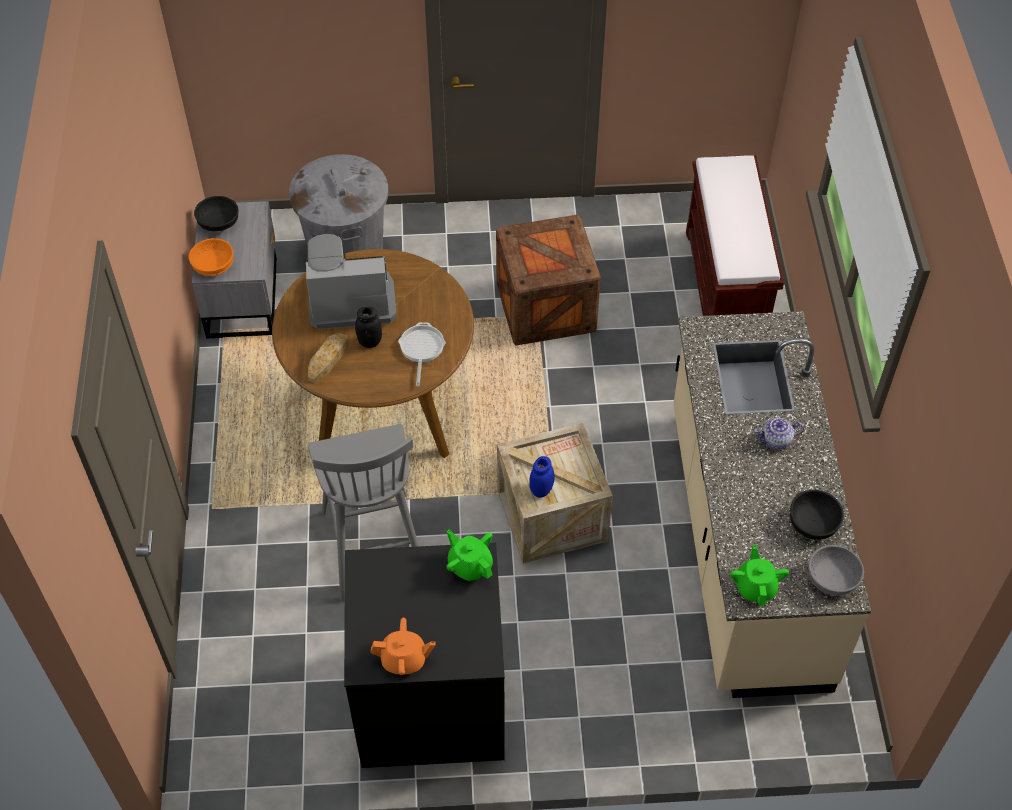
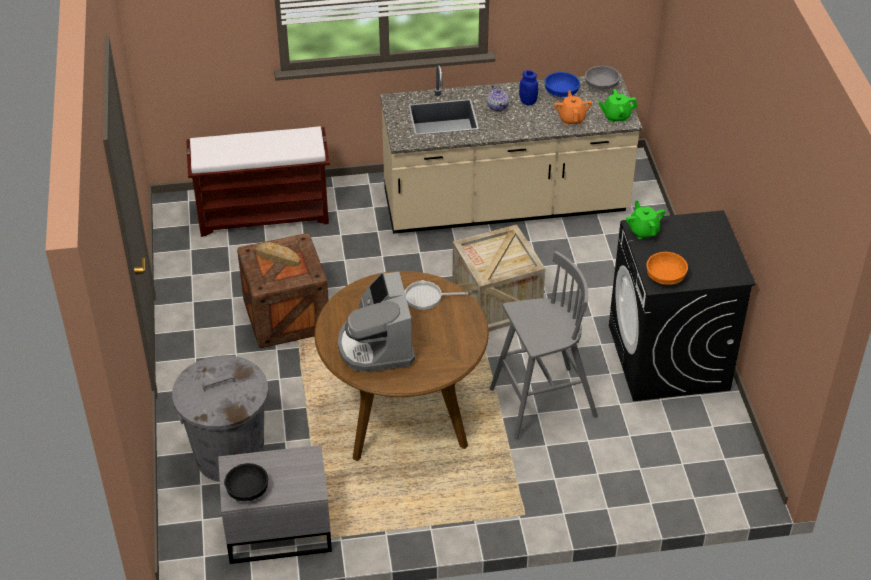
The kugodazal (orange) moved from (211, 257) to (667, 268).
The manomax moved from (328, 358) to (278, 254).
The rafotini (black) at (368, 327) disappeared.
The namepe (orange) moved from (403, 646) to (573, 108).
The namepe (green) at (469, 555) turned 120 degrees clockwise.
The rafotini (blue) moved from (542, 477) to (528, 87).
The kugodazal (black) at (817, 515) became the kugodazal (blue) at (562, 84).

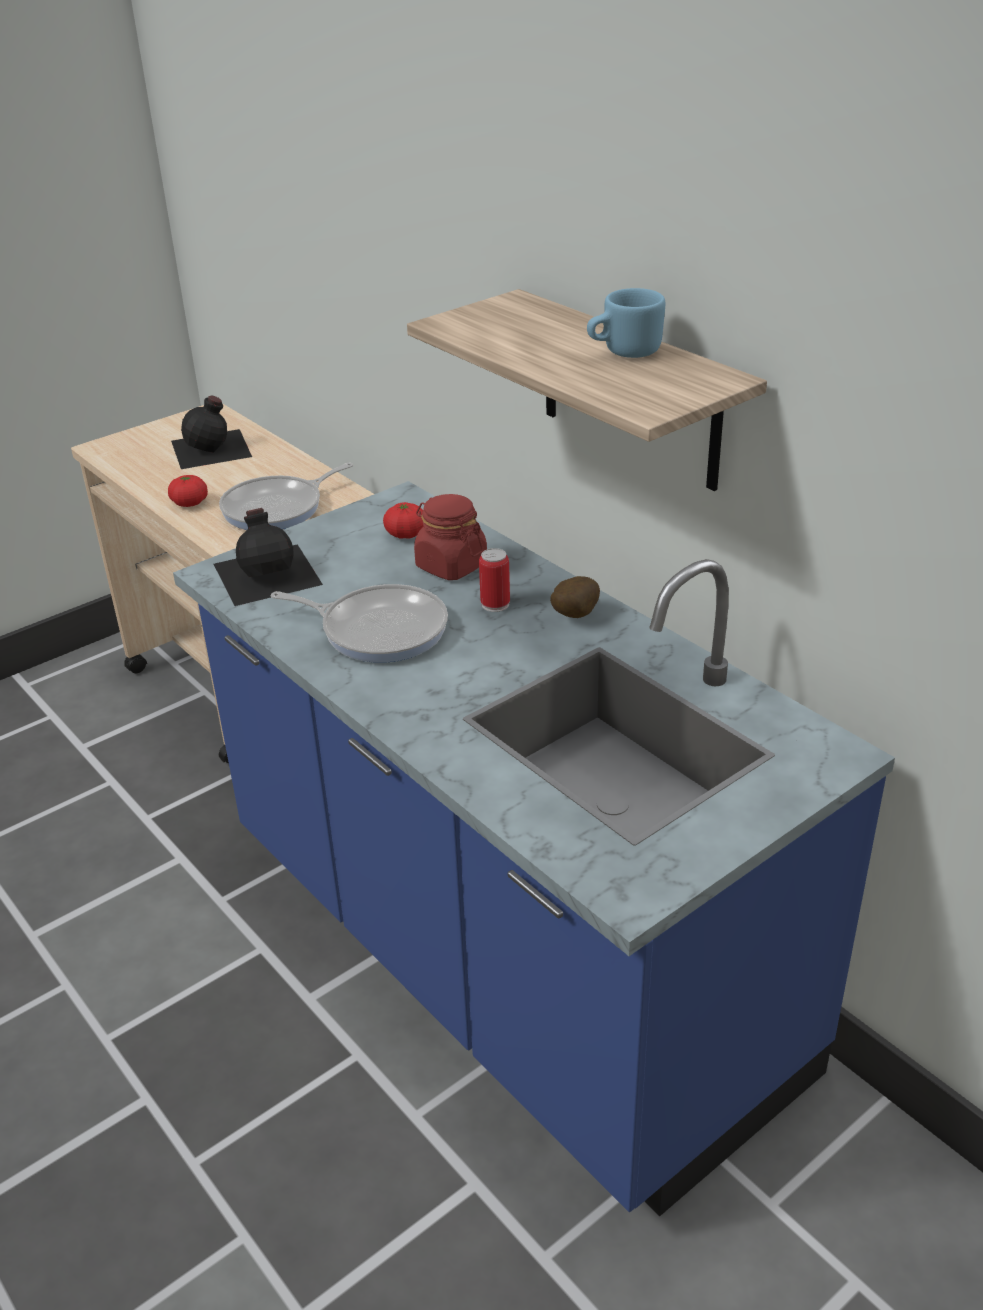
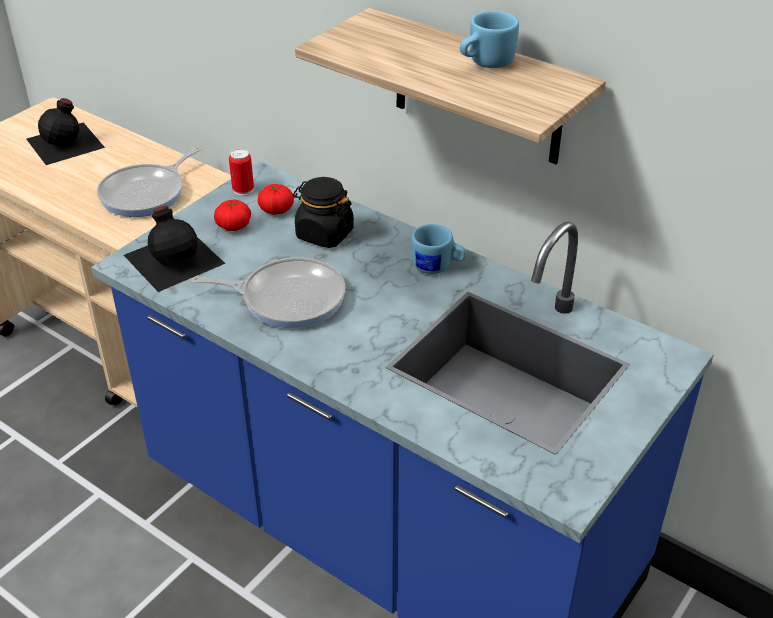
The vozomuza moved from (188, 491) to (232, 215).
The rafotini (red) at (450, 537) became the rafotini (black) at (323, 212).
The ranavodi moved from (494, 580) to (241, 172).
The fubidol at (575, 597) was replaced by the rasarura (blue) at (439, 249).

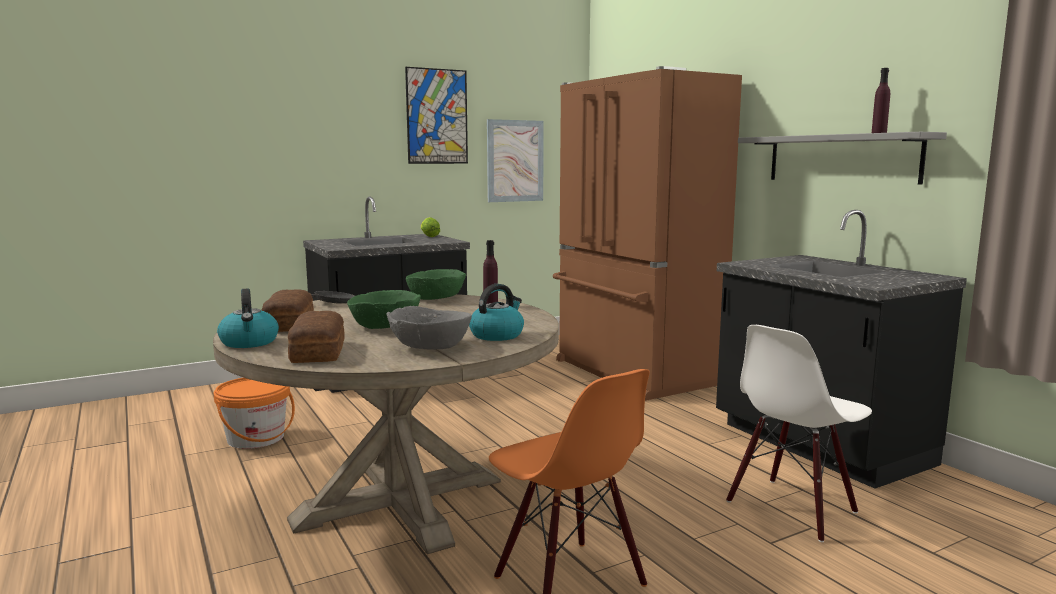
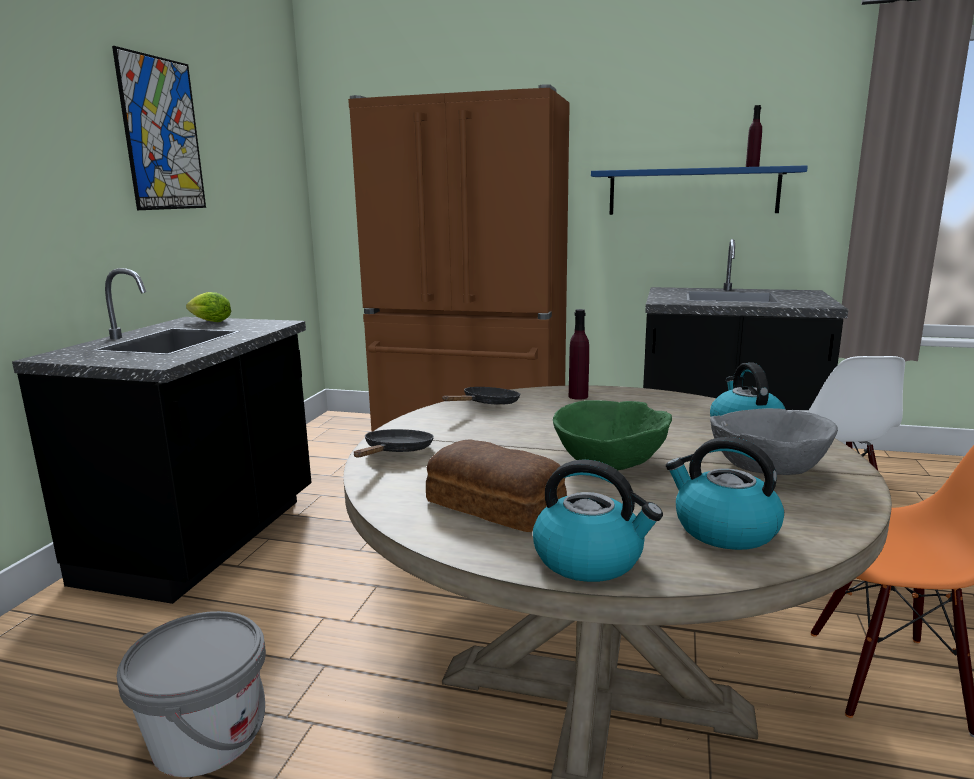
The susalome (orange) at (254, 413) became the susalome (grey) at (191, 694).
The manomax at (316, 337) was replaced by the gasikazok at (725, 493).
The kugodazal (green) at (436, 284) was replaced by the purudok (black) at (481, 396).
The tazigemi at (515, 160) disappeared.
The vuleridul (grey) at (842, 158) became the vuleridul (blue) at (699, 190).

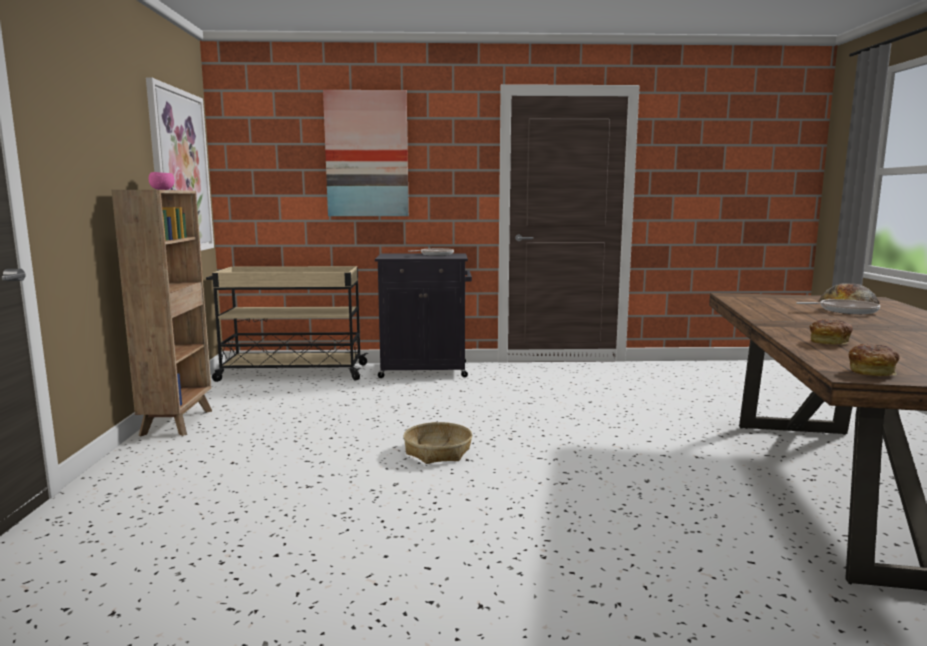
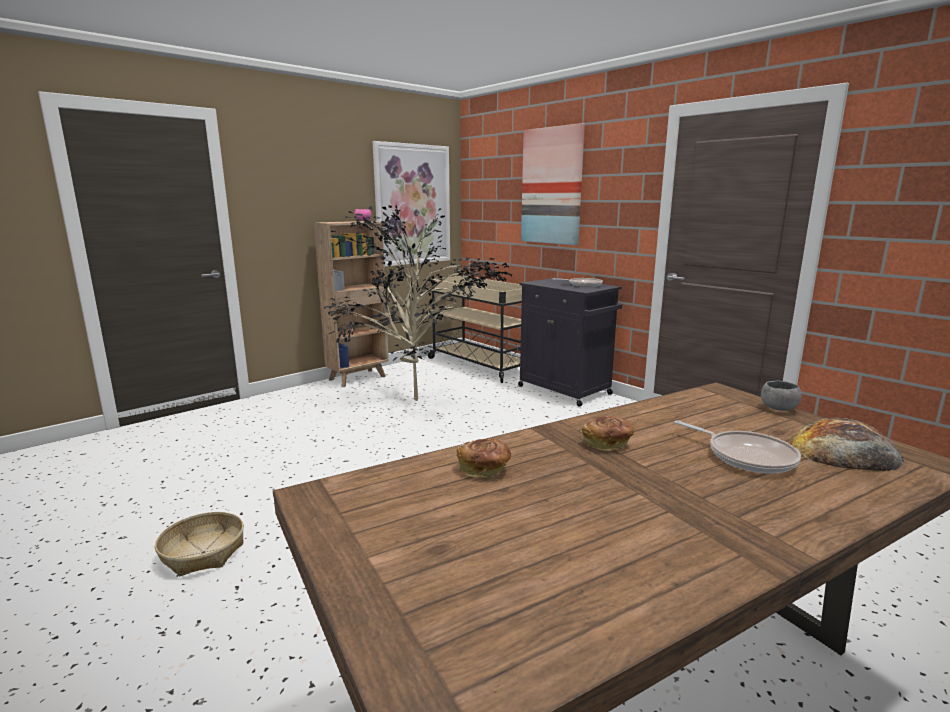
The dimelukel moved from (437, 443) to (199, 544).
The manomax moved from (874, 360) to (608, 433).
The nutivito at (418, 303) appeared.
The kugodazal (grey) at (781, 396) appeared.

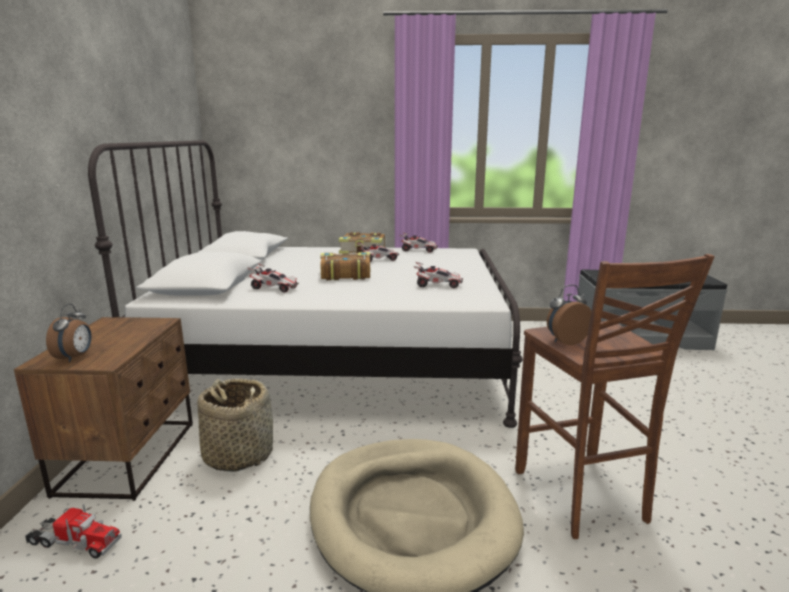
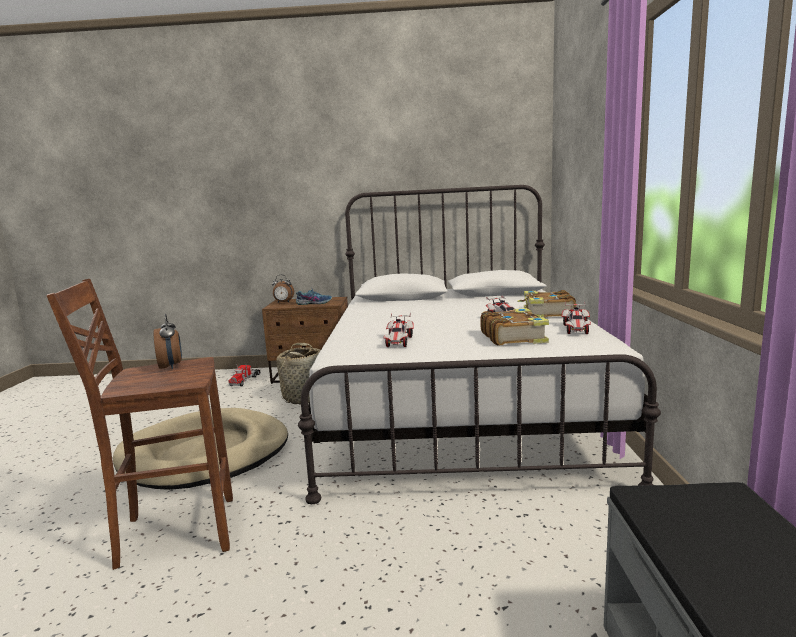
The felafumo at (273, 278) disappeared.
The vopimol moved from (345, 266) to (514, 326).
The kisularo at (314, 296) appeared.

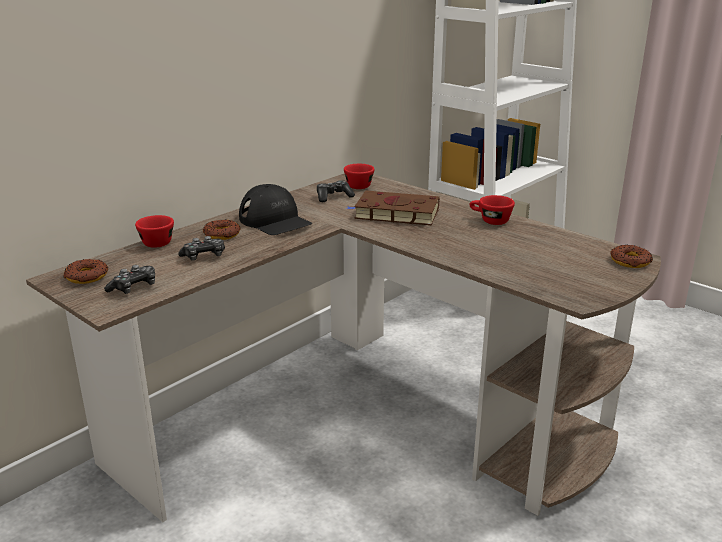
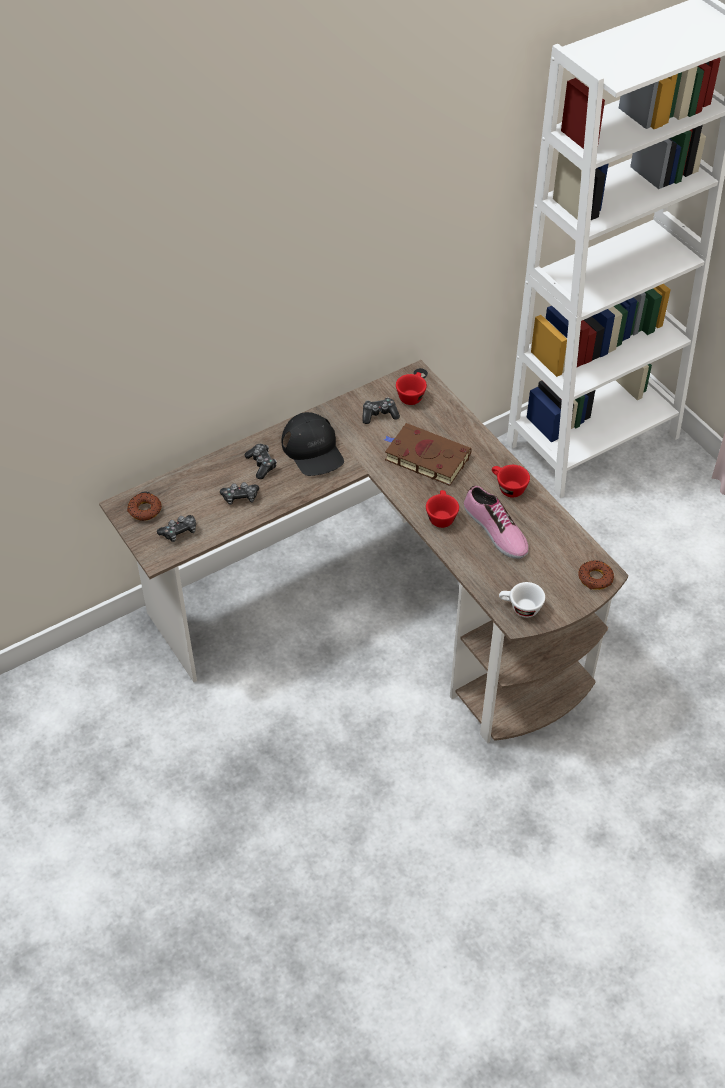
The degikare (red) moved from (154, 231) to (442, 509).
The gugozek at (222, 229) was replaced by the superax at (260, 461).
The kisularo at (496, 522) appeared.
The degikare (white) at (522, 600) appeared.

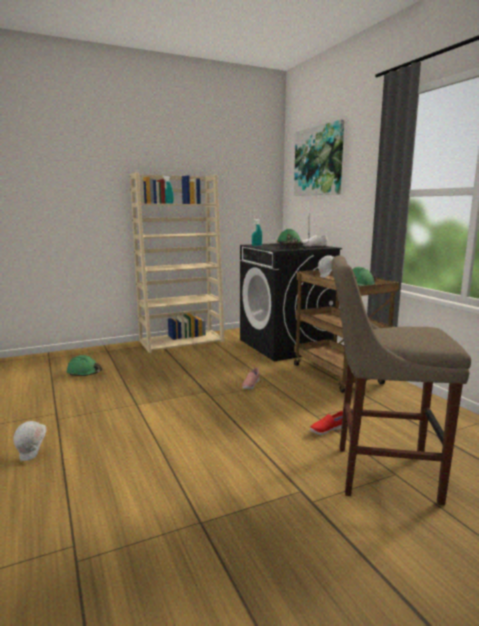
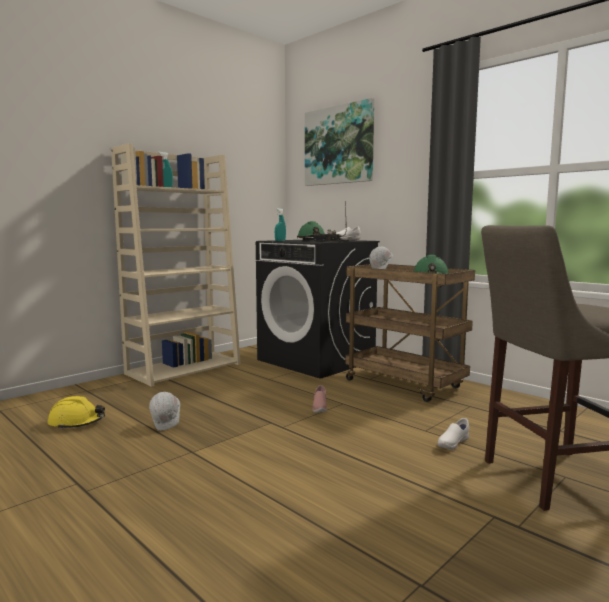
The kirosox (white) moved from (30, 441) to (164, 411).
The kirosox (green) at (84, 366) became the kirosox (yellow) at (76, 413).
The kisularo (red) at (326, 423) became the kisularo (white) at (453, 434).

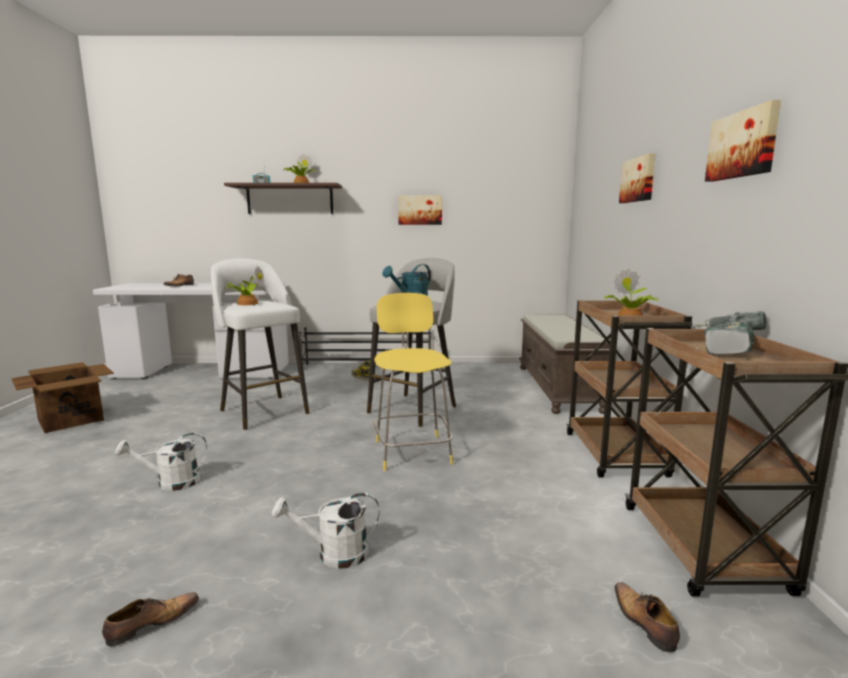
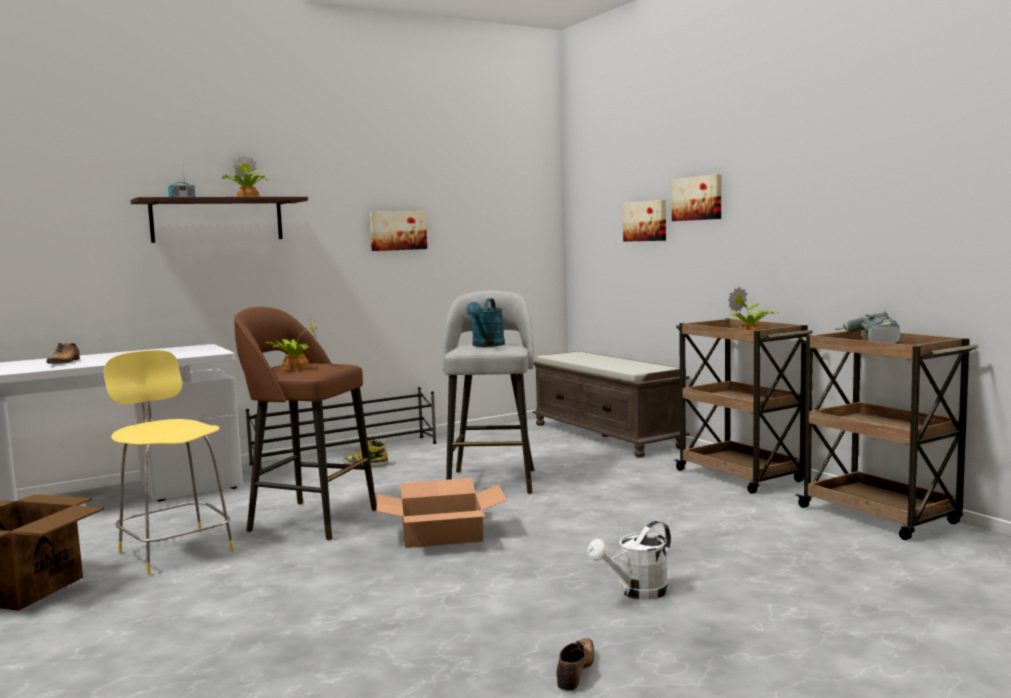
The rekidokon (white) at (161, 462) disappeared.
The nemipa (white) at (260, 344) became the nemipa (brown) at (305, 423).
The nemipa (yellow) moved from (413, 382) to (169, 462).
The kisularo at (647, 617) disappeared.
The tazigemi moved from (743, 141) to (644, 221).
The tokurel at (442, 513) appeared.

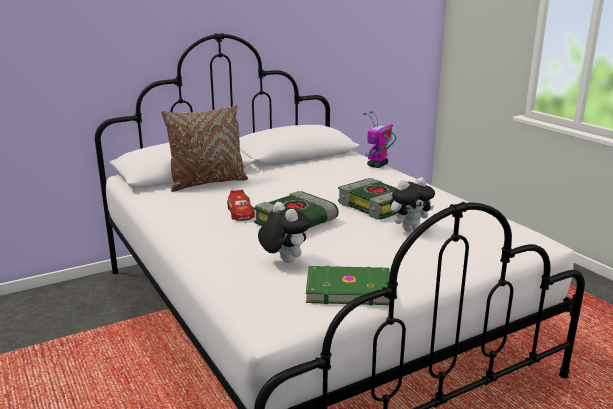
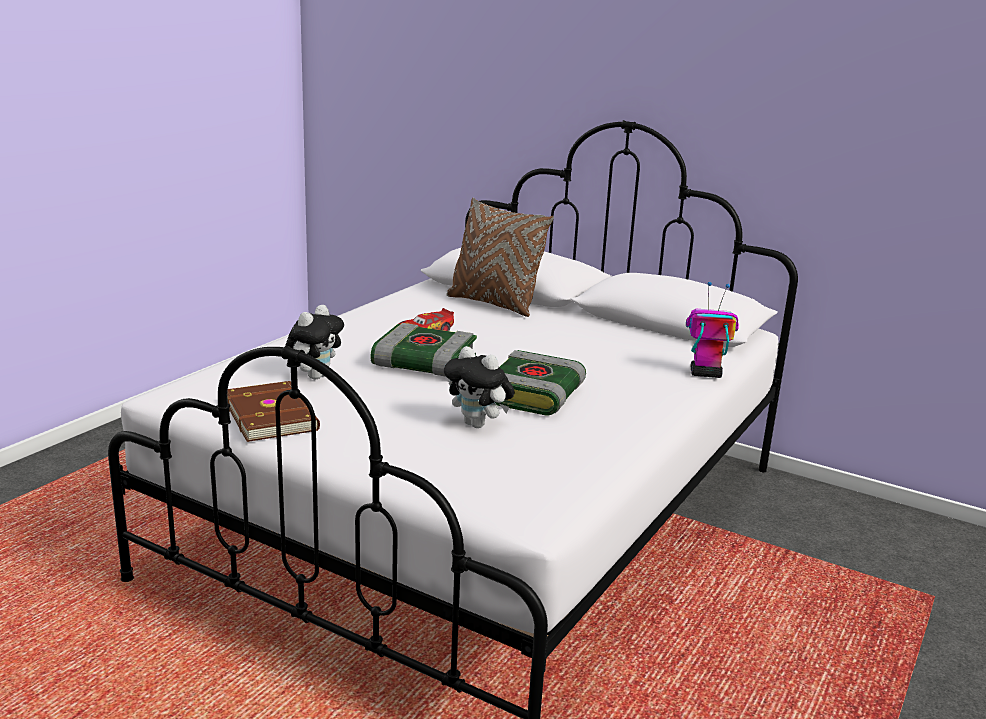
The vopimol (green) at (348, 285) became the vopimol (brown) at (273, 411).

